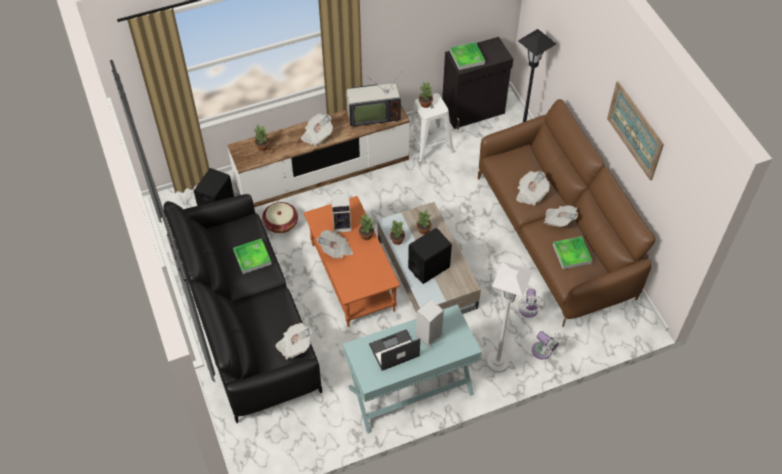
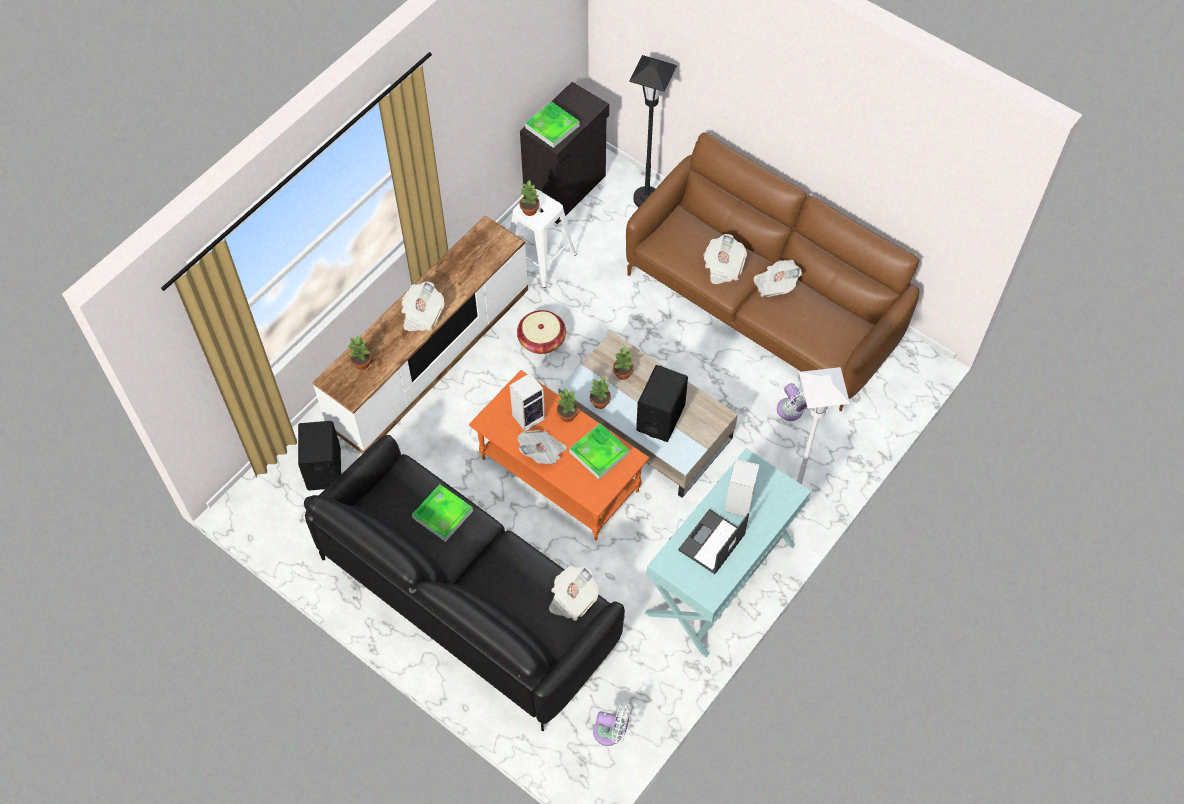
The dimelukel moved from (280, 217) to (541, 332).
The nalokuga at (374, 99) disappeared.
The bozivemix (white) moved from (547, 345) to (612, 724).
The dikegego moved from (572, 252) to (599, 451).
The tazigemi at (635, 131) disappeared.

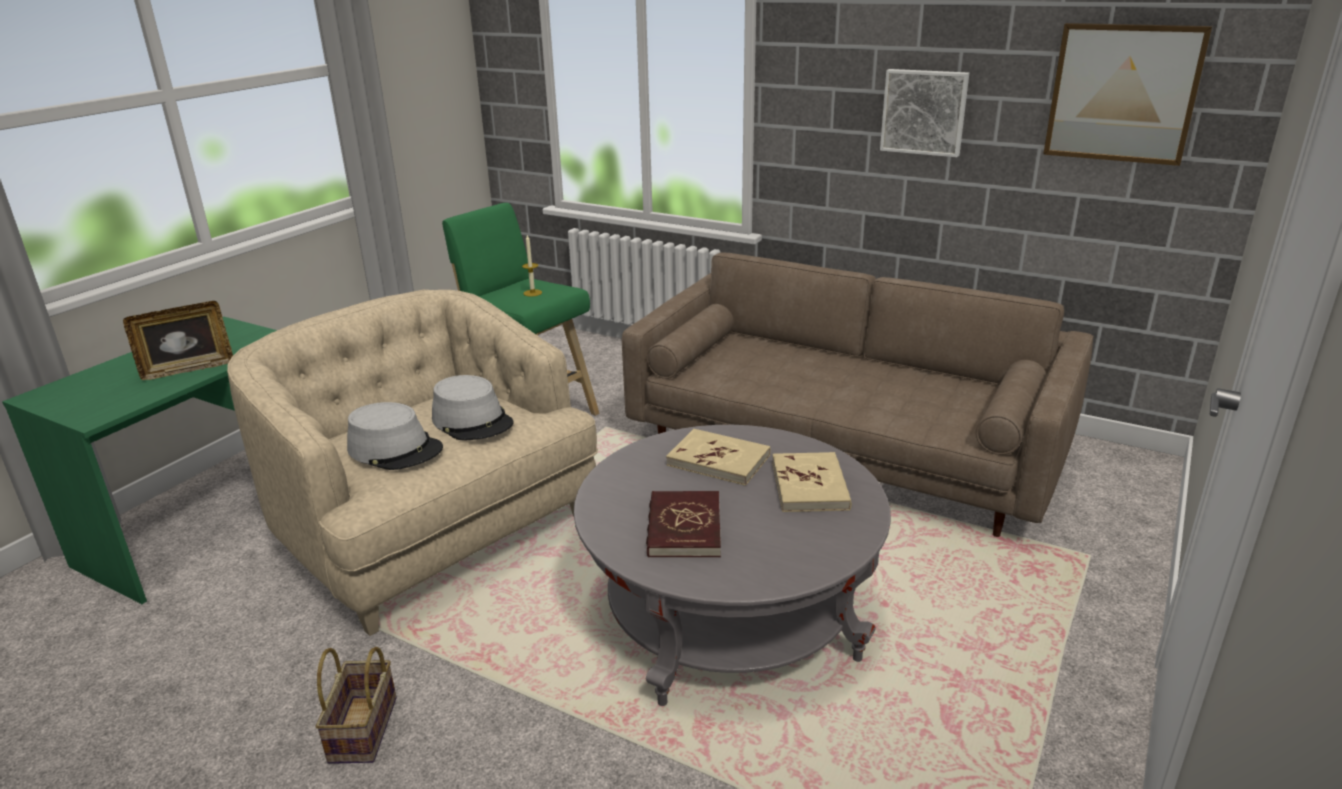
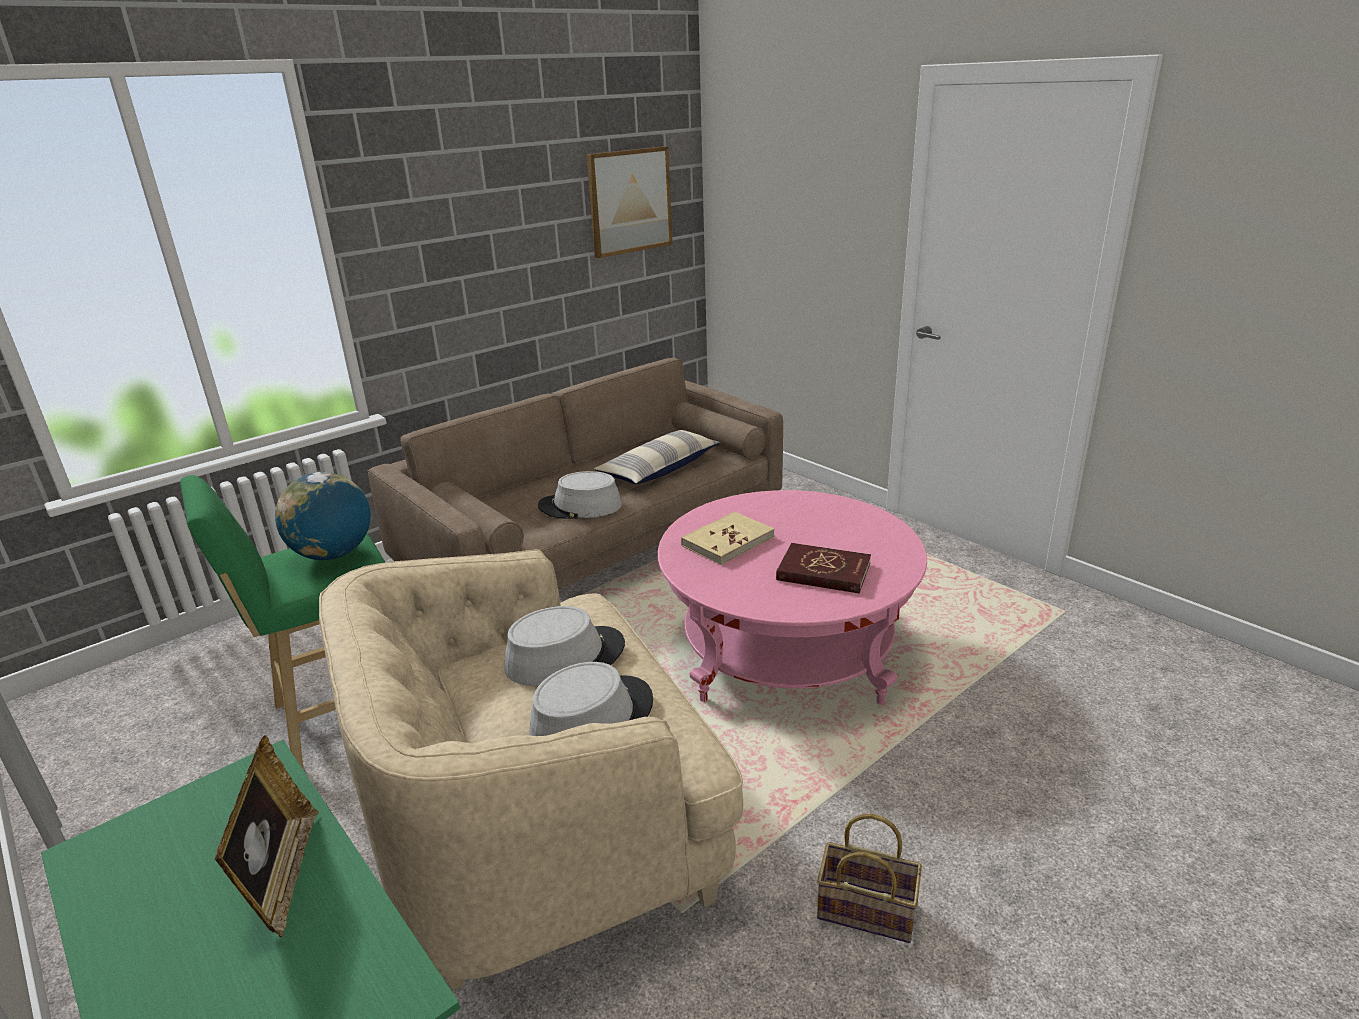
The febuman at (532, 266) was replaced by the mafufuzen at (323, 516).
The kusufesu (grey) at (732, 565) became the kusufesu (pink) at (792, 597).
The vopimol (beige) at (812, 482) disappeared.
The tazigemi at (924, 113) disappeared.
The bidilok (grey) at (580, 495) appeared.
The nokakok at (657, 457) appeared.

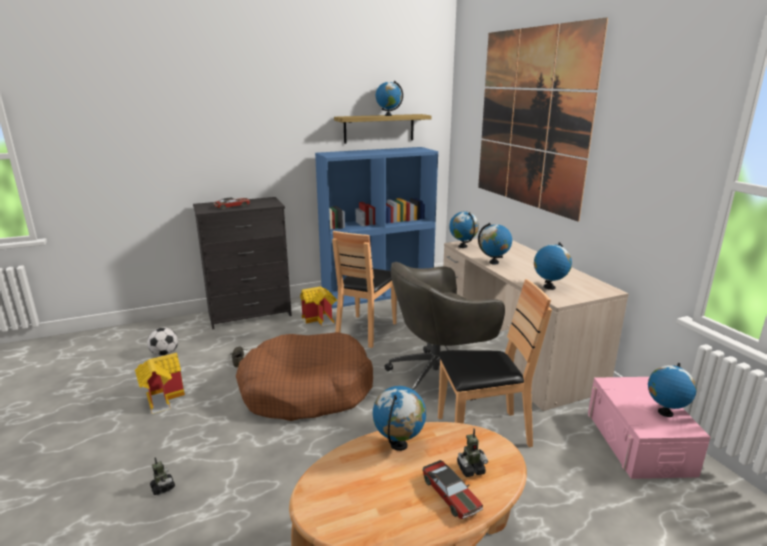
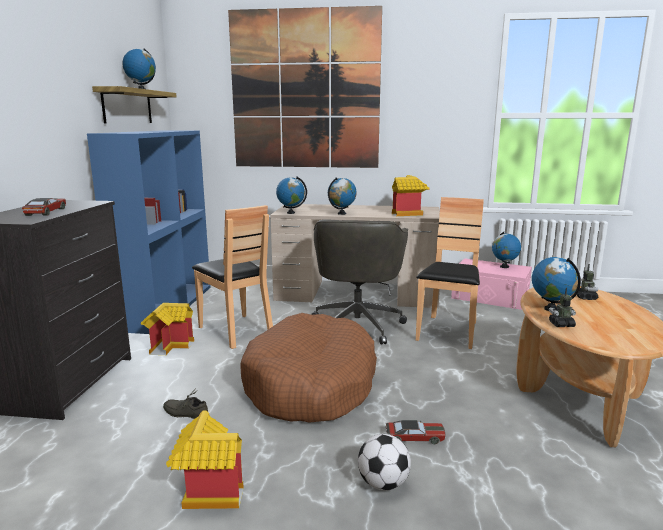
The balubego moved from (162, 341) to (384, 462).
The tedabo moved from (162, 476) to (562, 307).
The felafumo moved from (452, 489) to (416, 432).
The mafufuzen at (553, 266) was replaced by the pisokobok at (411, 195).

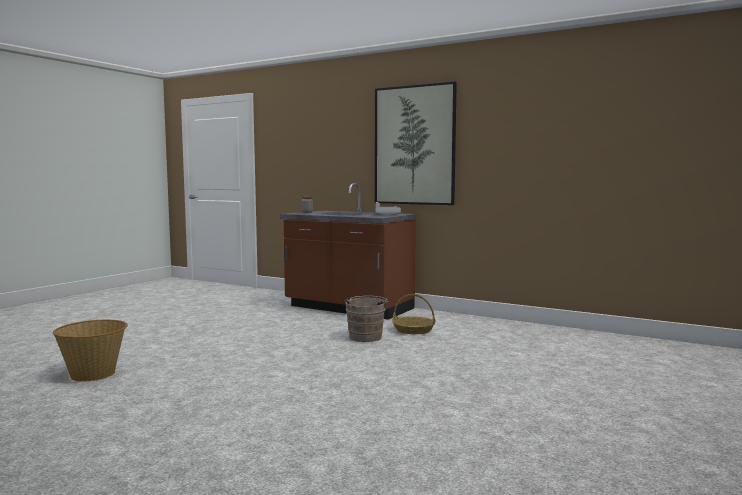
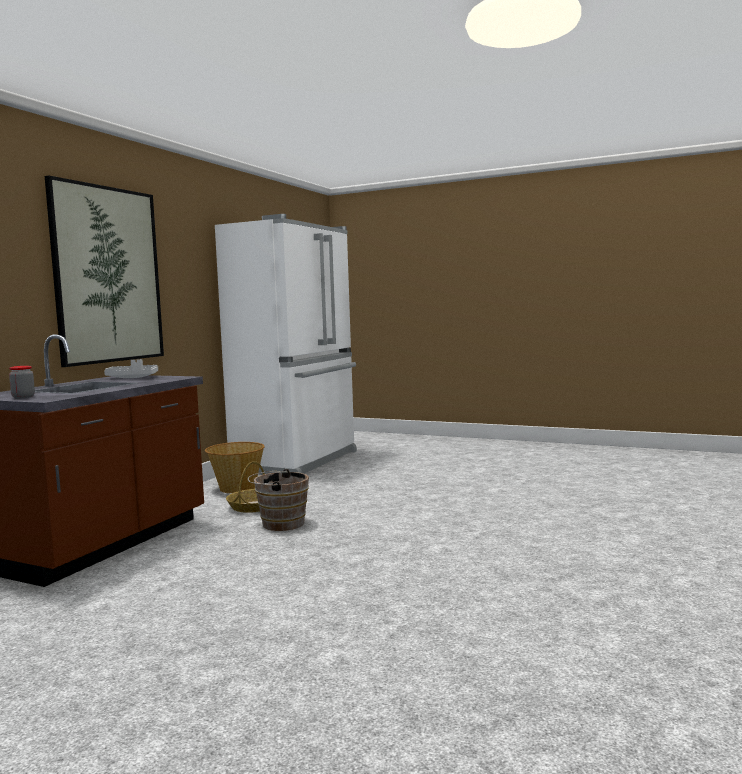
The dimelukel moved from (90, 350) to (235, 467).
The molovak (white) at (286, 344) appeared.

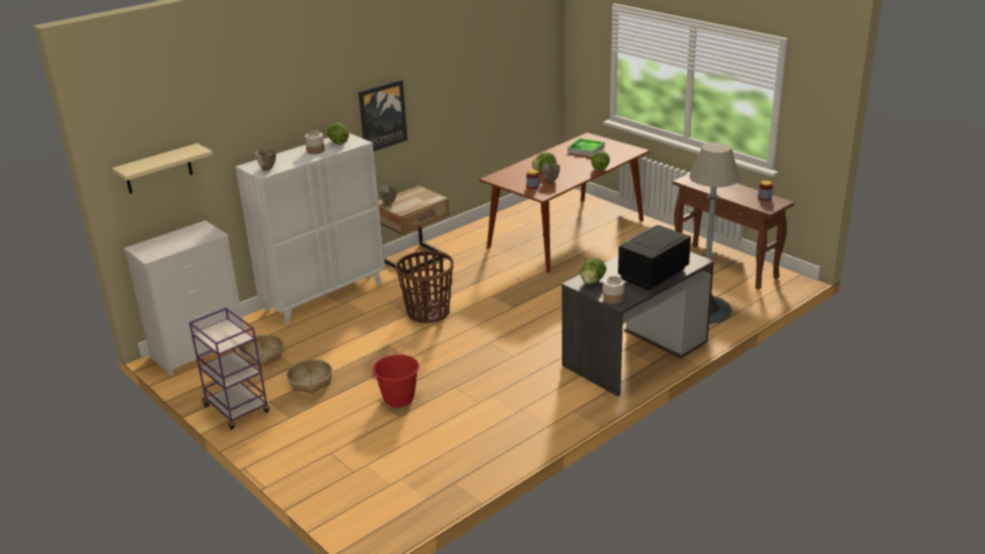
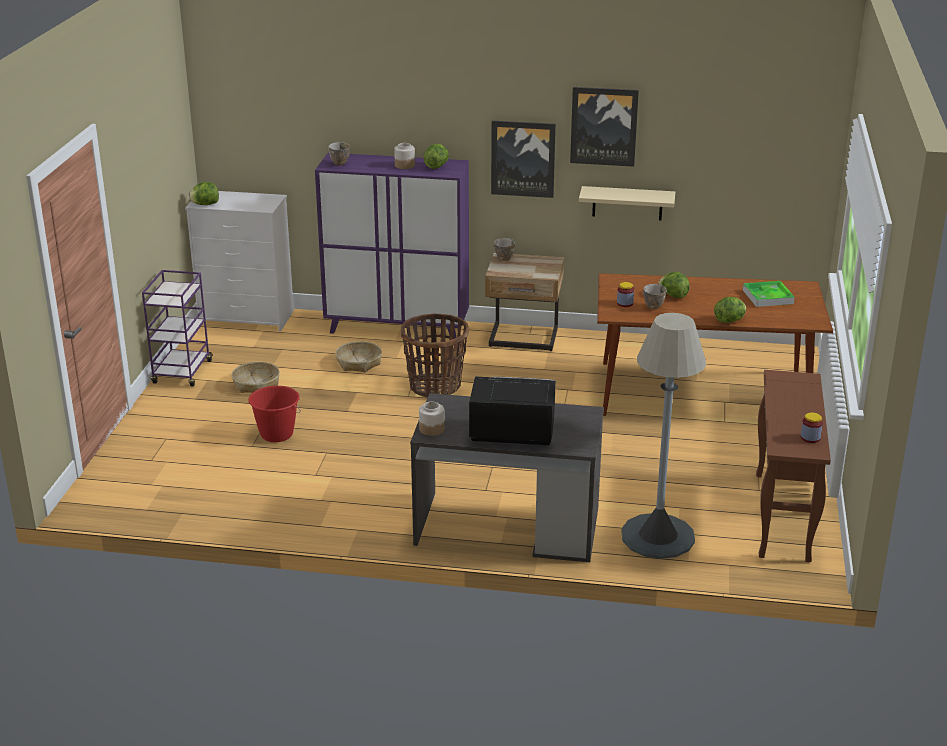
The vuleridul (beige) moved from (162, 168) to (627, 203).
The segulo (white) at (310, 229) became the segulo (purple) at (392, 245).
The dimelukel moved from (261, 351) to (358, 357).
The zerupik moved from (593, 271) to (203, 193).
The tazigemi at (604, 127) appeared.

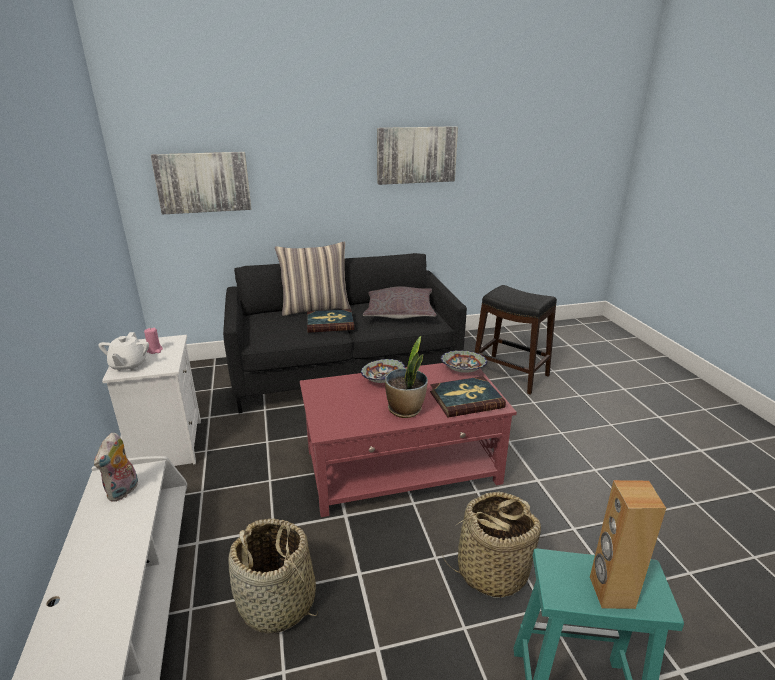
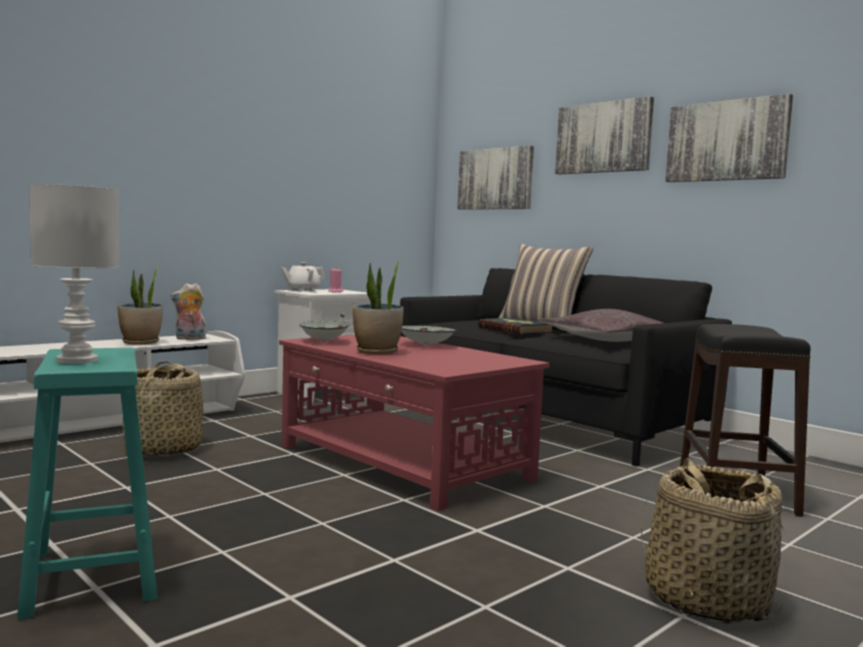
The vopimol at (468, 396) disappeared.
The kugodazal moved from (464, 361) to (324, 331).
The dimelukel moved from (491, 544) to (713, 541).
The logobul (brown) at (628, 544) was replaced by the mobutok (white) at (74, 274).
The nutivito at (140, 305) appeared.
The tazigemi at (604, 135) appeared.

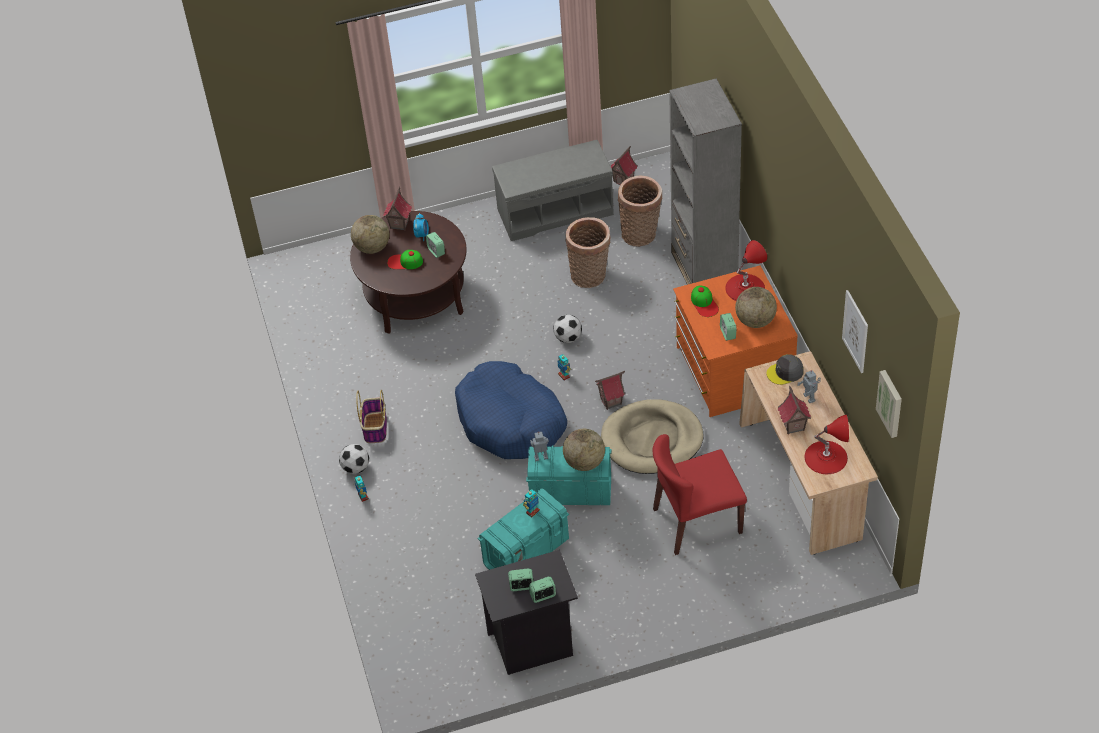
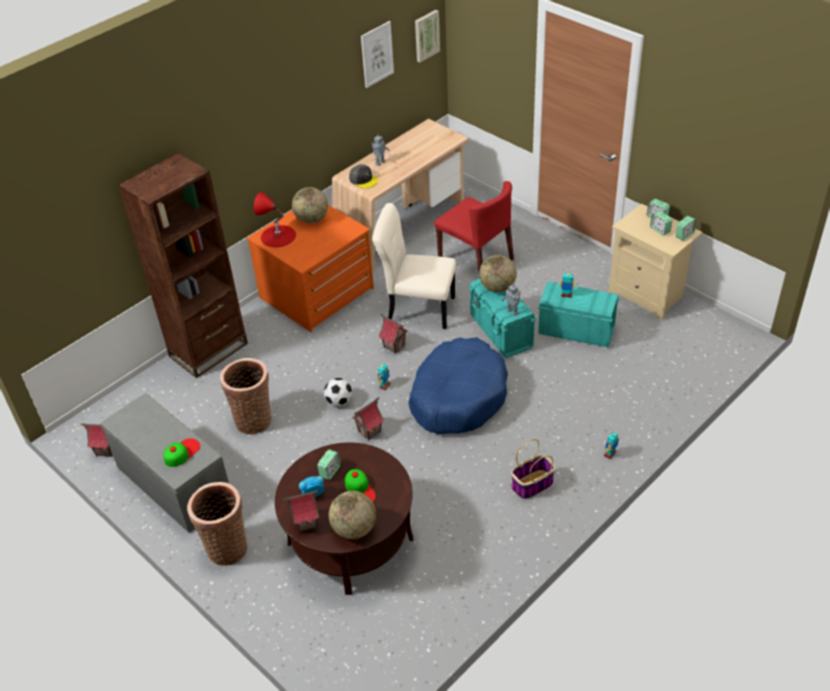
The balubego at (354, 459) disappeared.
The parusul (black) at (526, 612) became the parusul (beige) at (656, 261).
The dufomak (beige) at (652, 436) was replaced by the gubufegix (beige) at (414, 266).
The dimelukel moved from (640, 211) to (217, 524).
The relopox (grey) at (705, 182) became the relopox (brown) at (183, 265).
The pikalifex moved from (705, 301) to (182, 452).
The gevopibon moved from (728, 327) to (686, 228).
The pisokobok moved from (794, 410) to (368, 418).
The mobutok (red) at (826, 444) disappeared.

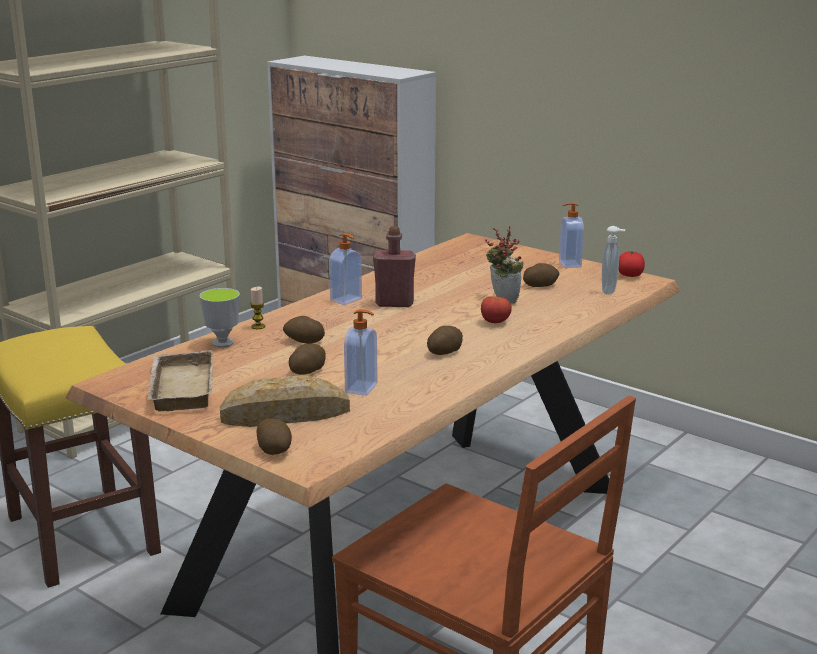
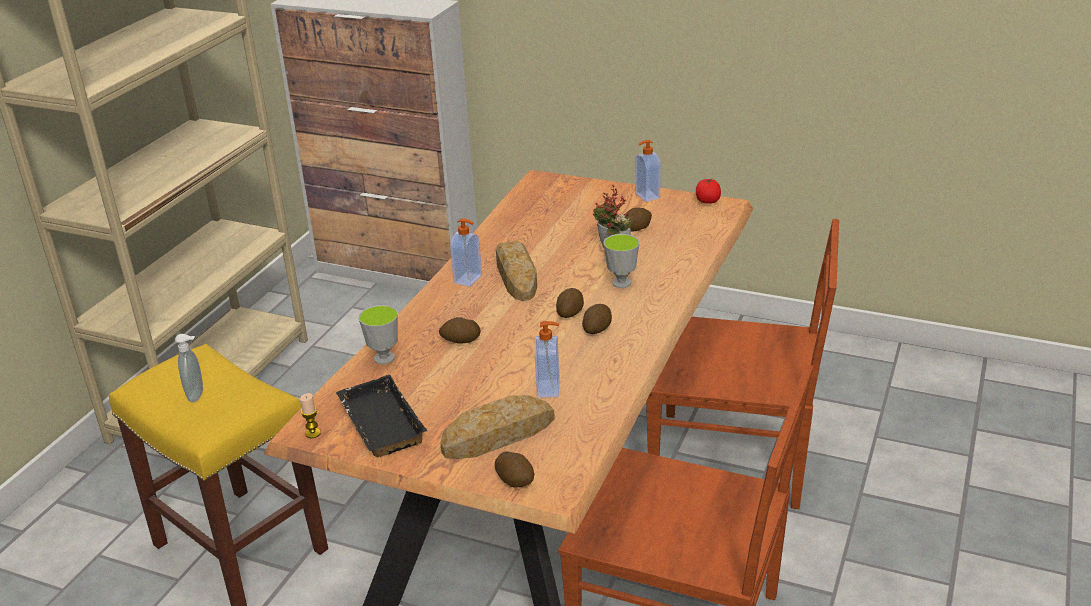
The dikegego (beige) at (180, 380) became the dikegego (black) at (381, 416).
The febuman moved from (257, 308) to (310, 415).
The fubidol moved from (307, 359) to (570, 303).
The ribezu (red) at (394, 266) was replaced by the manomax at (516, 271).
The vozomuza at (496, 309) was replaced by the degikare at (621, 261).
The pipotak moved from (614, 260) to (189, 368).
The gubufegix (brown) at (742, 364) appeared.

